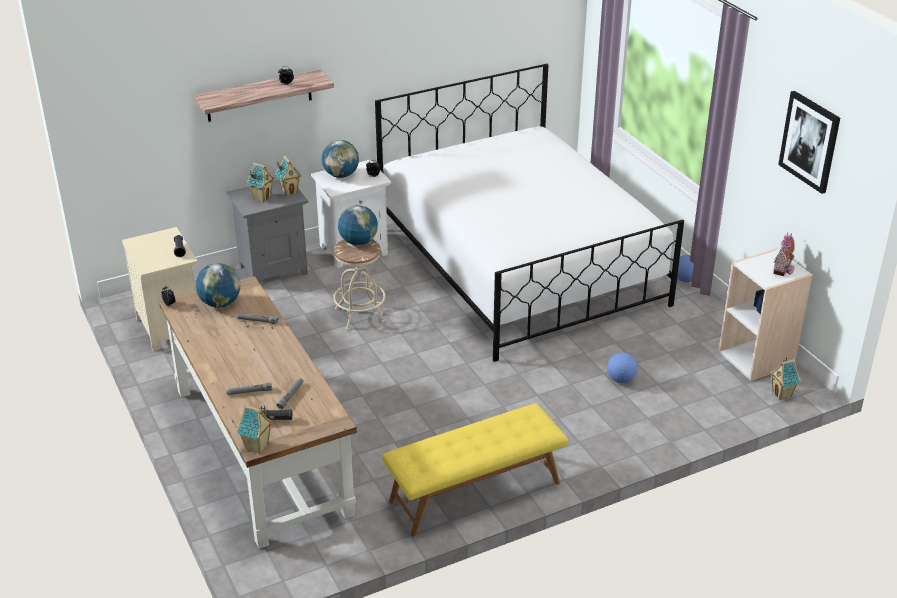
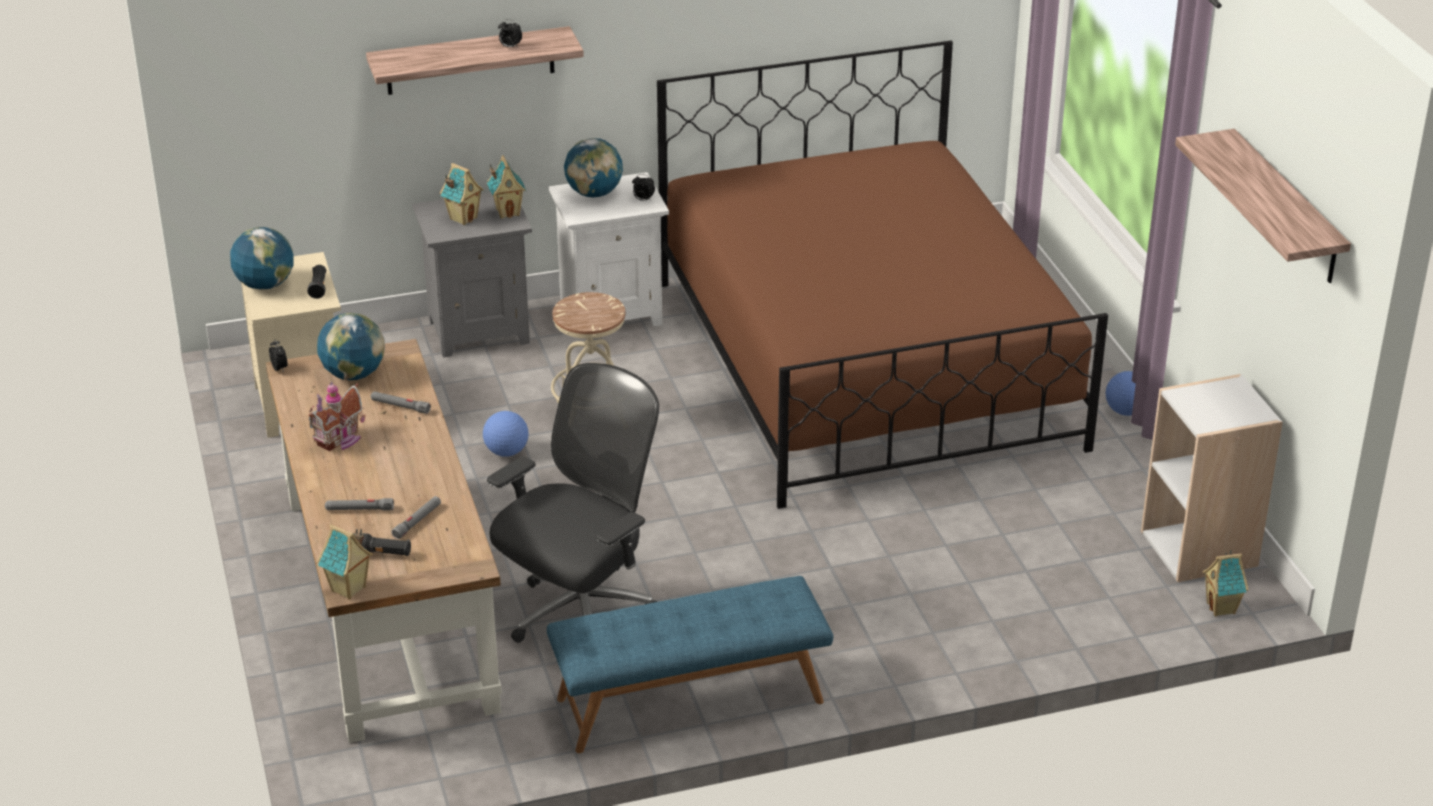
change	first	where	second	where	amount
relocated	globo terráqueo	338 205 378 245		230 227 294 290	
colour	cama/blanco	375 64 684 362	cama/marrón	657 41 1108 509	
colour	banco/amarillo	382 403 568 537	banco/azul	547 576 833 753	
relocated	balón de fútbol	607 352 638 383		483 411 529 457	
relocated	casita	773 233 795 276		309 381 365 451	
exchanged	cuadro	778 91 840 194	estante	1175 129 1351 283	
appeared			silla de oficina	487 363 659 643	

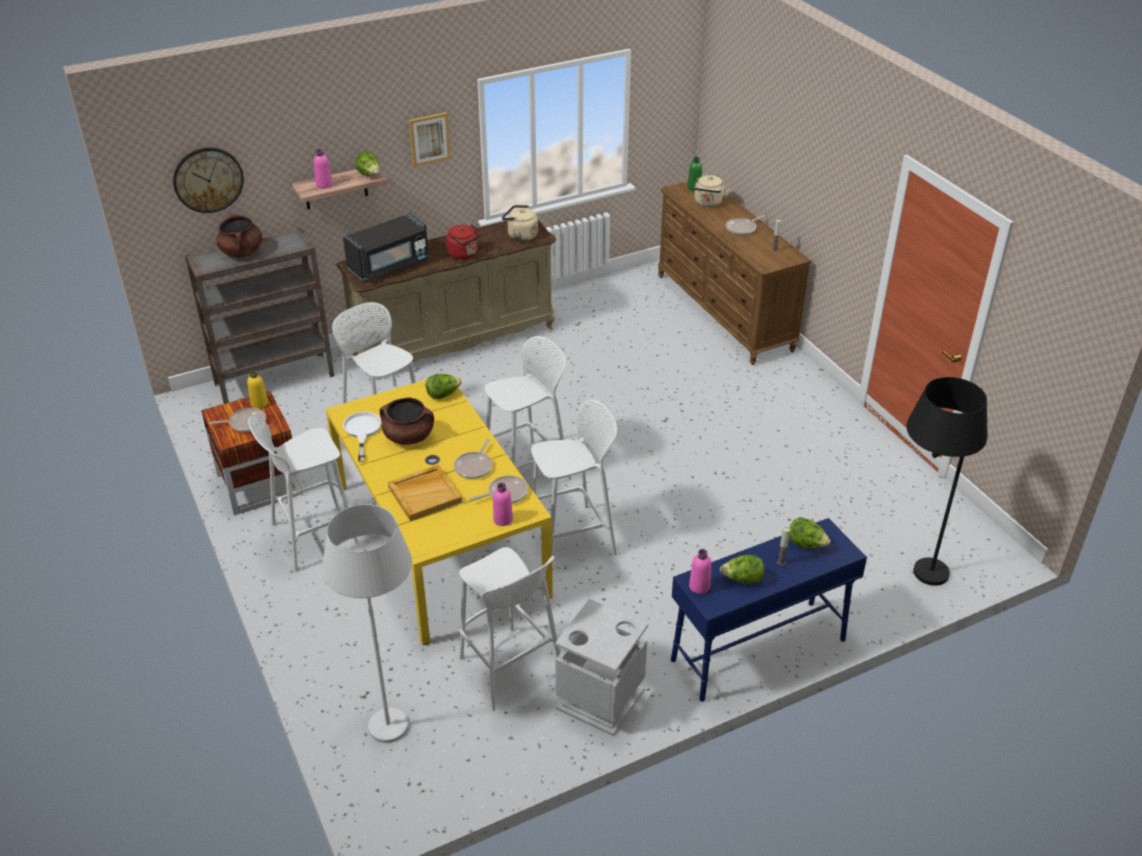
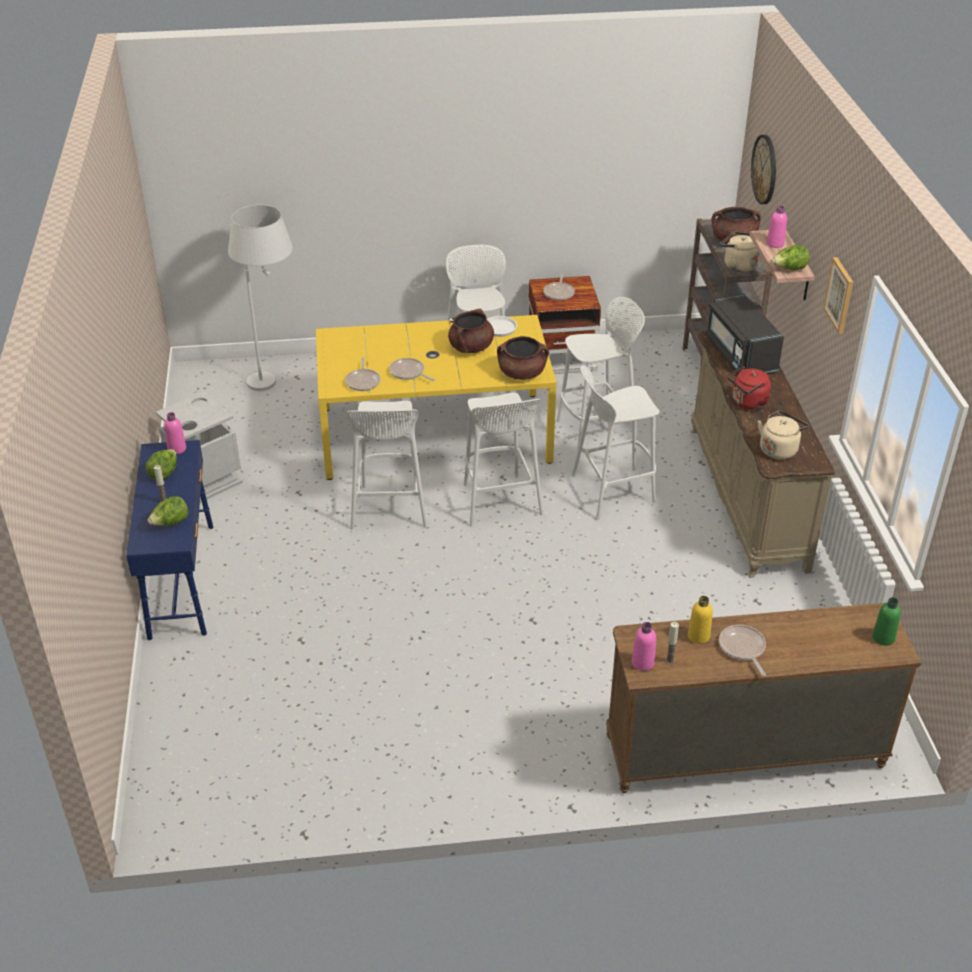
change	first	where	second	where	amount
relocated	botella/amarillo	247 370 268 409		688 596 713 644	
missing	bandeja/beis	388 464 462 521			
exchanged	lechuga	426 373 462 399	olla/marrón	497 336 549 380	
relocated	taburete/blanco	459 547 560 711		572 365 659 520	
relocated	botella/rosa	493 483 513 526		632 622 656 671	
relocated	hervidor/beis	693 175 731 207		720 232 759 272	
missing	lámpara de pie/negro	906 377 987 586			

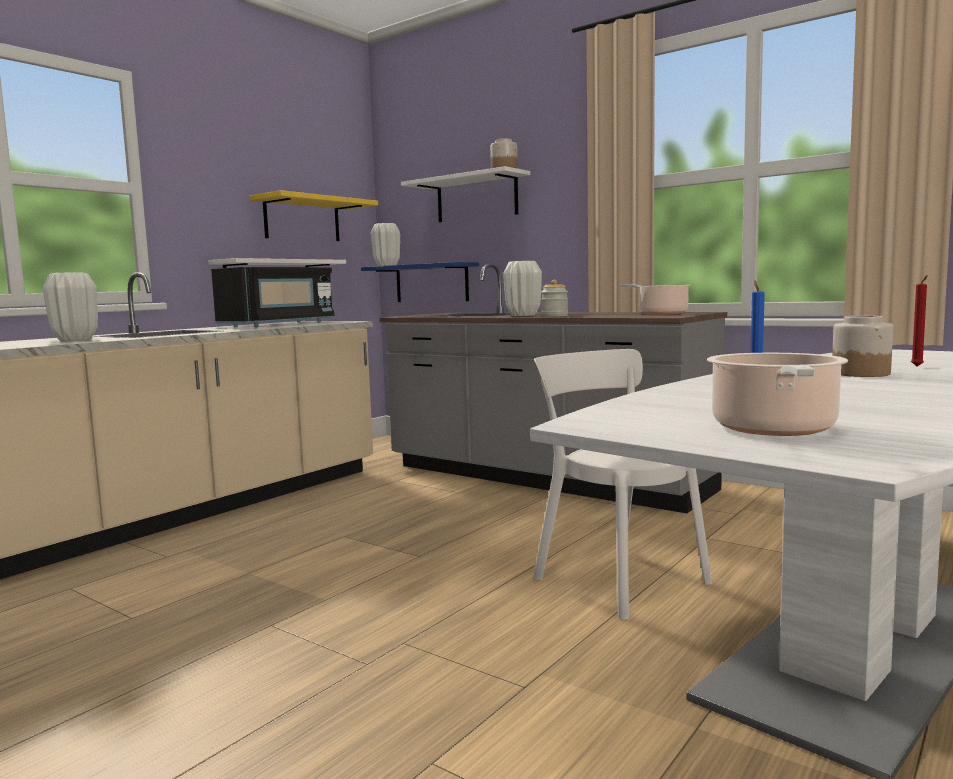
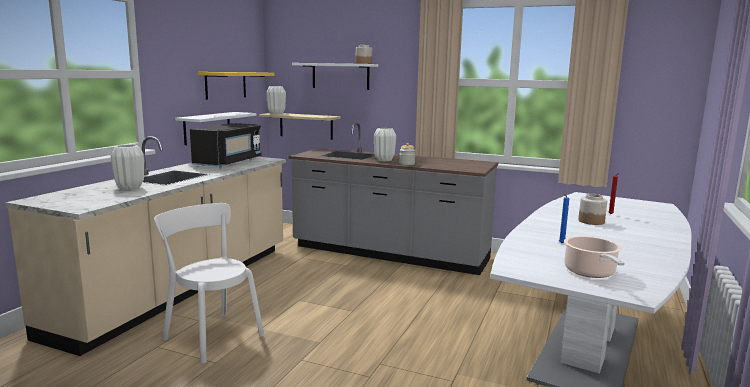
change	first	where	second	where	amount
colour	estante/azul	361 262 479 302	estante/beis	259 113 341 140	
relocated	silla/blanco	533 349 712 620		154 203 264 363	
missing	olla	619 284 691 315			

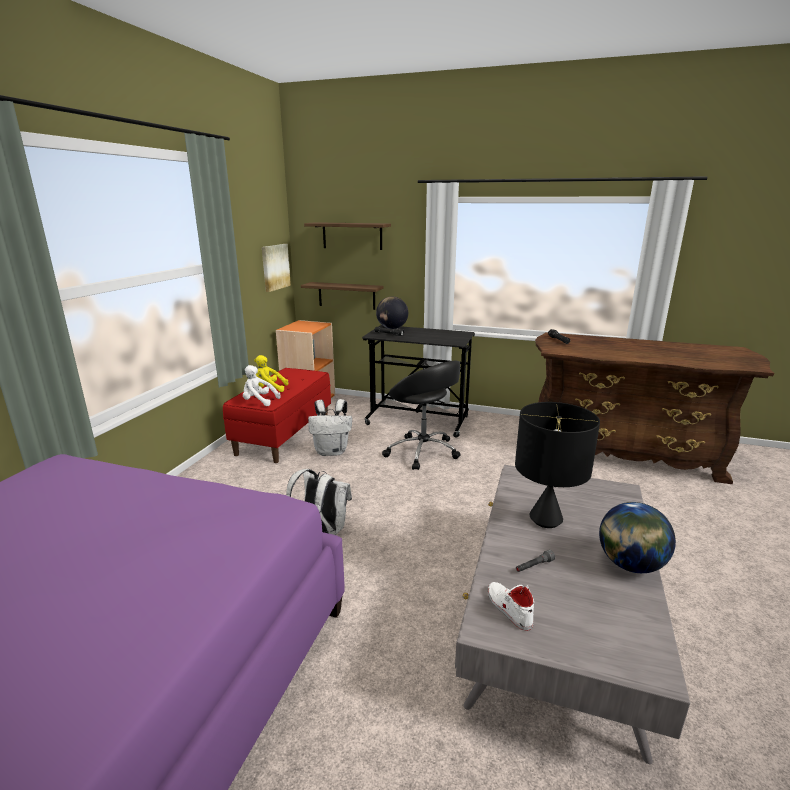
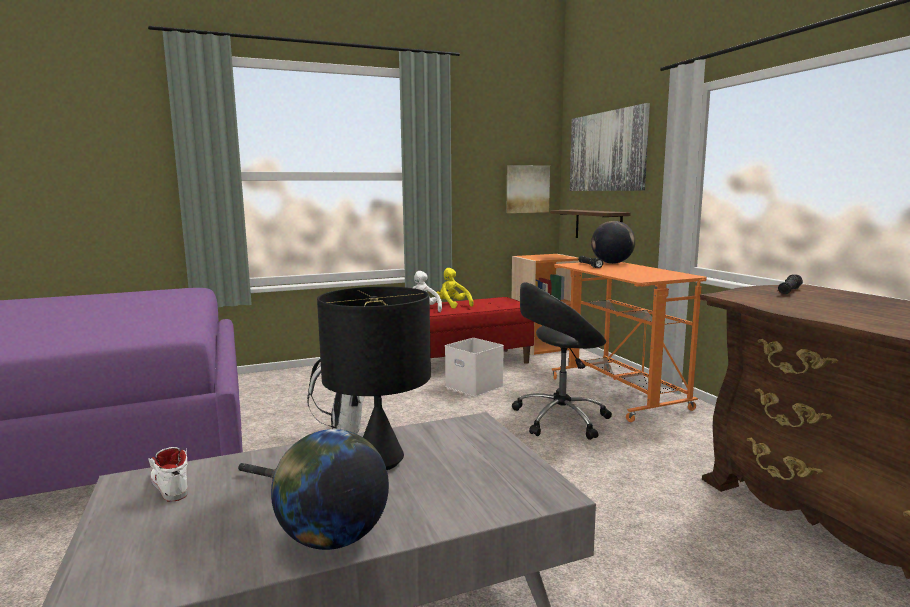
change	first	where	second	where	amount
exchanged	estante	304 222 391 250	cuadro	570 103 650 191	
exchanged	mochila/blanco	308 399 352 456	caja de almacenaje/blanco	445 338 504 397	
colour	escritorio/negro	362 325 475 438	escritorio/naranja	552 262 707 422	
spun	silla de oficina/negro	382 361 461 470		512 282 612 440	60 degrees clockwise
spun	zapato/blanco	488 582 534 631		148 447 188 501	60 degrees counterclockwise

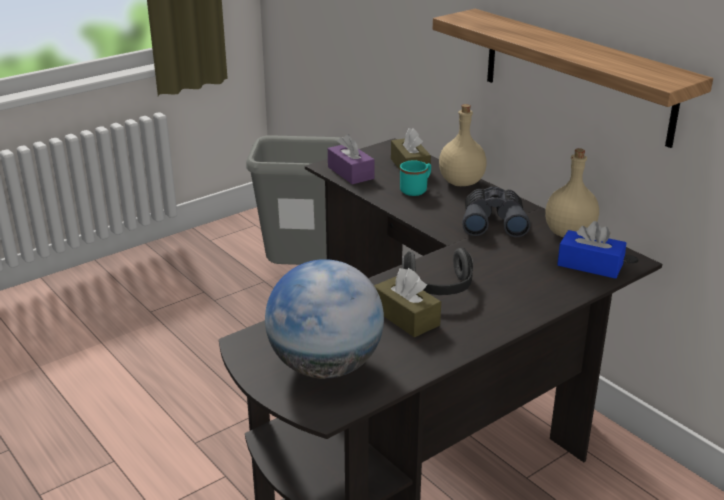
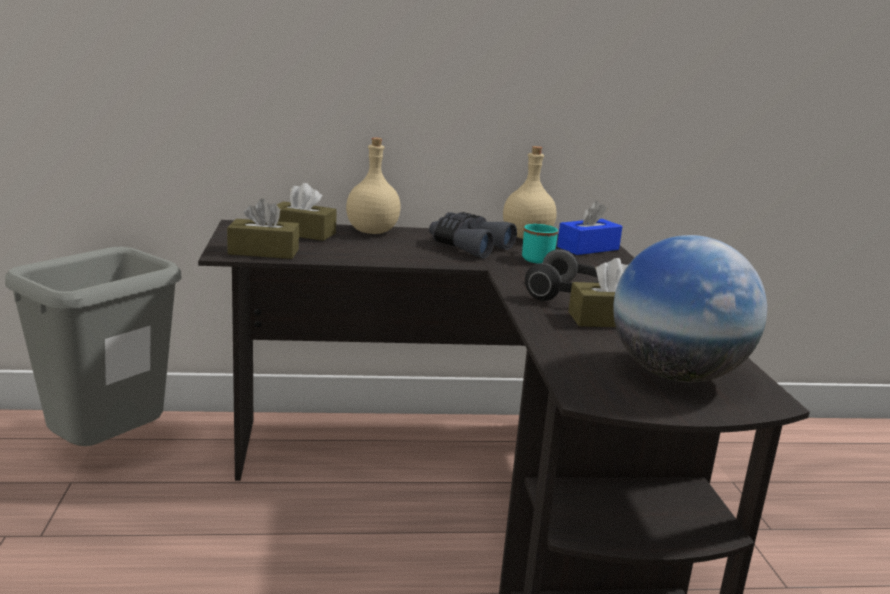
change	first	where	second	where	amount
colour	caja de pañuelos/morado	328 134 375 185	caja de pañuelos/marrón	227 198 299 259	
relocated	taza grande/turquesa	400 160 431 196		522 224 558 264	
missing	estante	433 9 713 148			

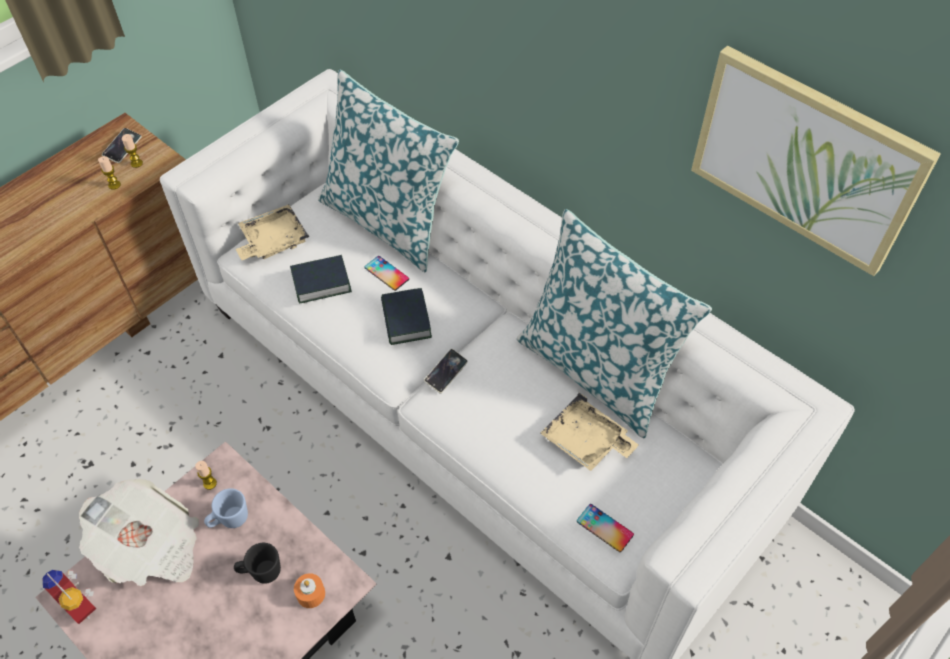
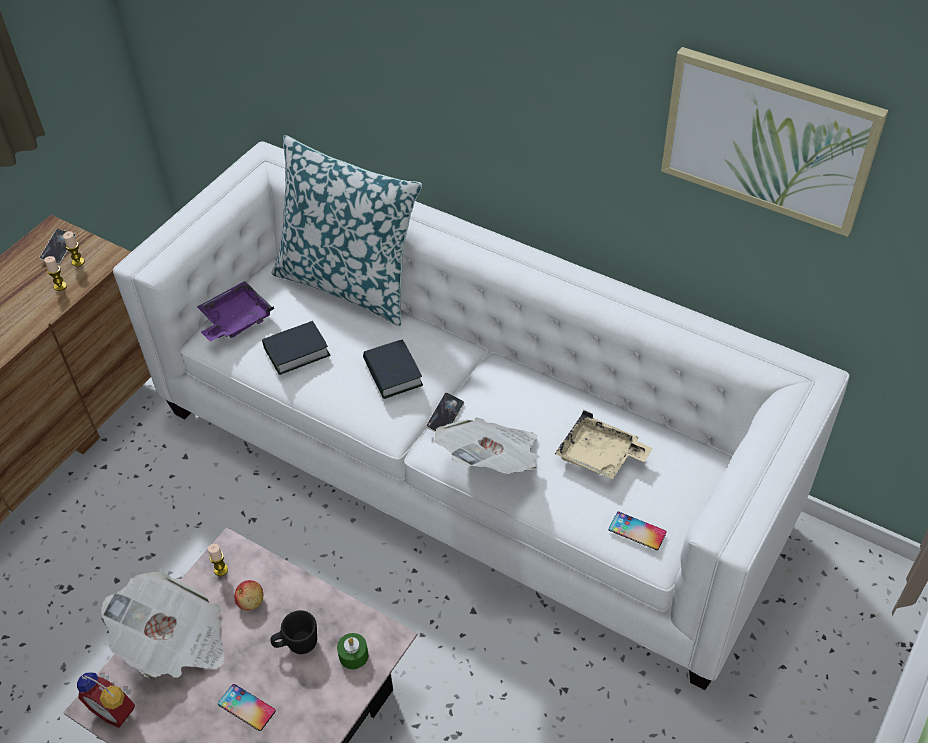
change	first	where	second	where	amount
exchanged	taza grande/azul	204 488 248 528	manzana	234 580 263 611	
colour	bandeja/beis	236 204 309 260	bandeja/morado	197 281 274 342	
colour	vela/naranja	294 573 325 608	vela/verde	337 633 368 669	
relocated	móvil	364 256 409 291		218 684 276 731	
missing	cojín	517 209 712 439			
appeared			periódico	434 418 539 474	

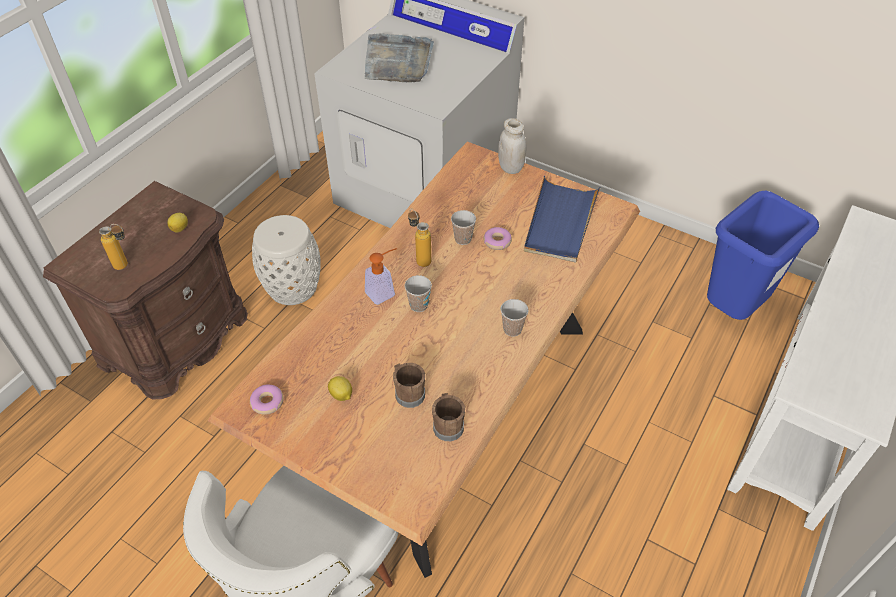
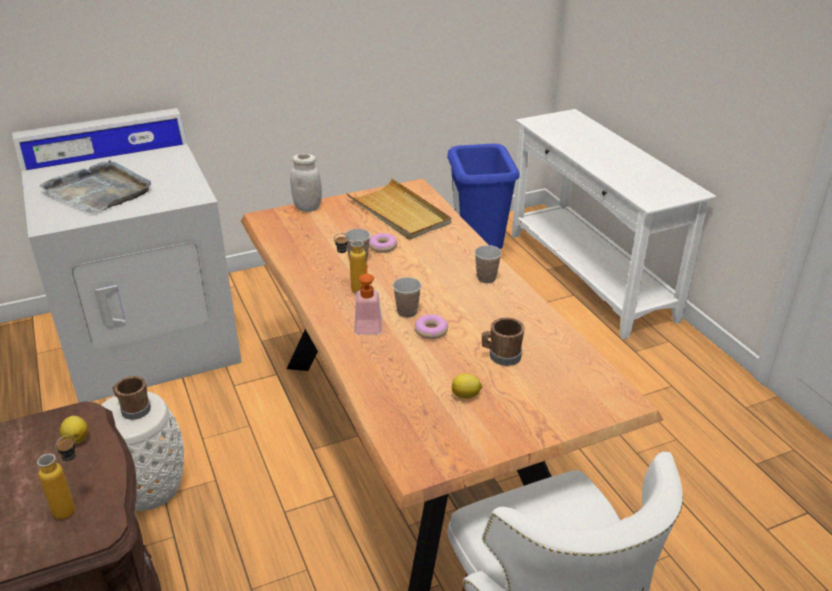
change	first	where	second	where	amount
relocated	rosquilla	250 384 284 415		415 315 448 339	
relocated	taza grande/marrón	432 393 465 441		112 376 151 420	
colour	bandeja/azul	524 176 601 263	bandeja/beis	346 178 451 240	

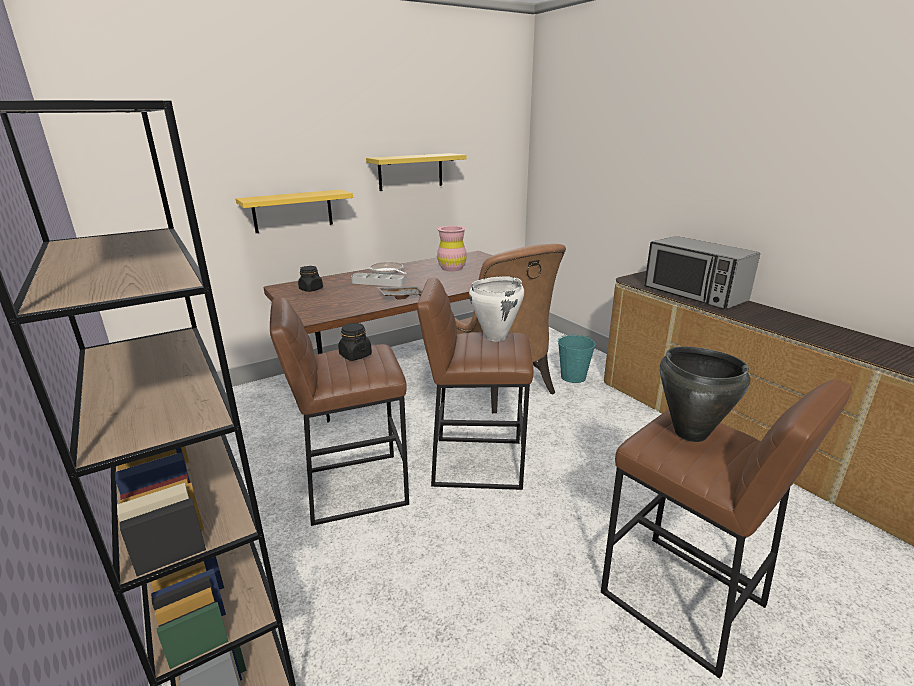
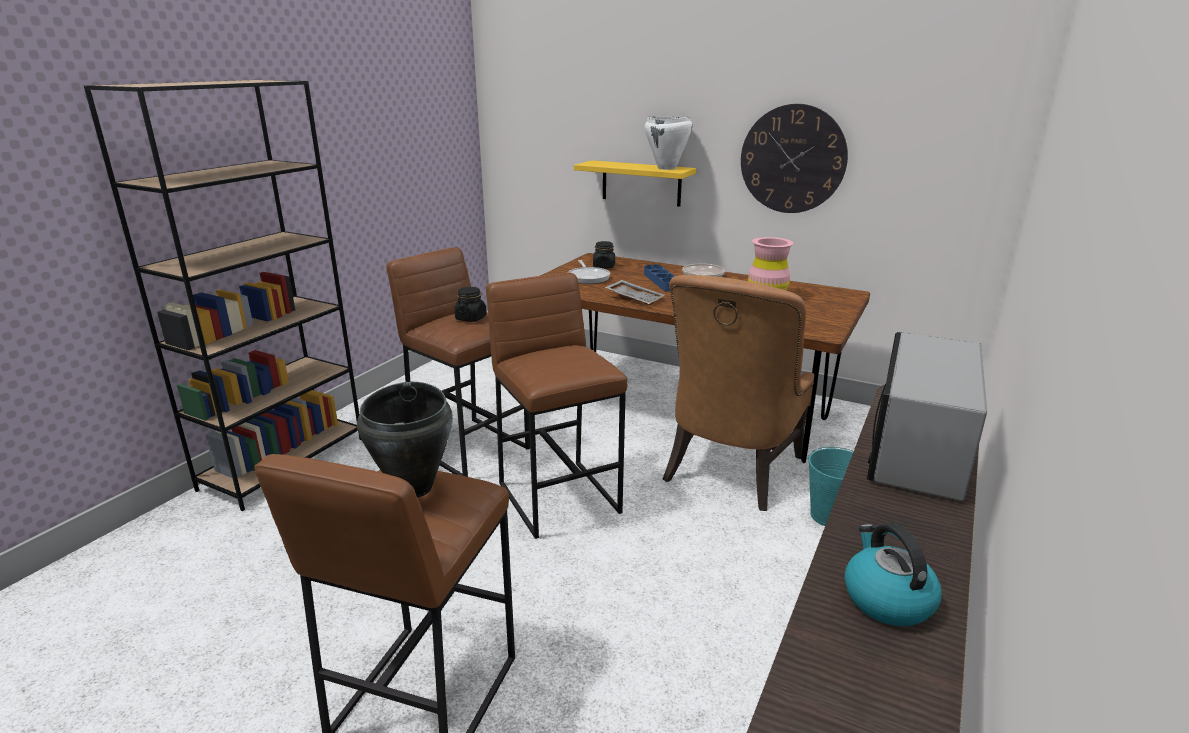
change	first	where	second	where	amount
colour	bandeja/gris	351 273 405 287	bandeja/azul	644 265 675 292	
exchanged	estante/amarillo	366 153 467 191	reloj de pared	741 104 848 213	
relocated	olla/blanco	469 276 524 341		645 116 692 170	
appeared			sartén	568 260 610 284	
appeared			hervidor	844 523 942 626	

